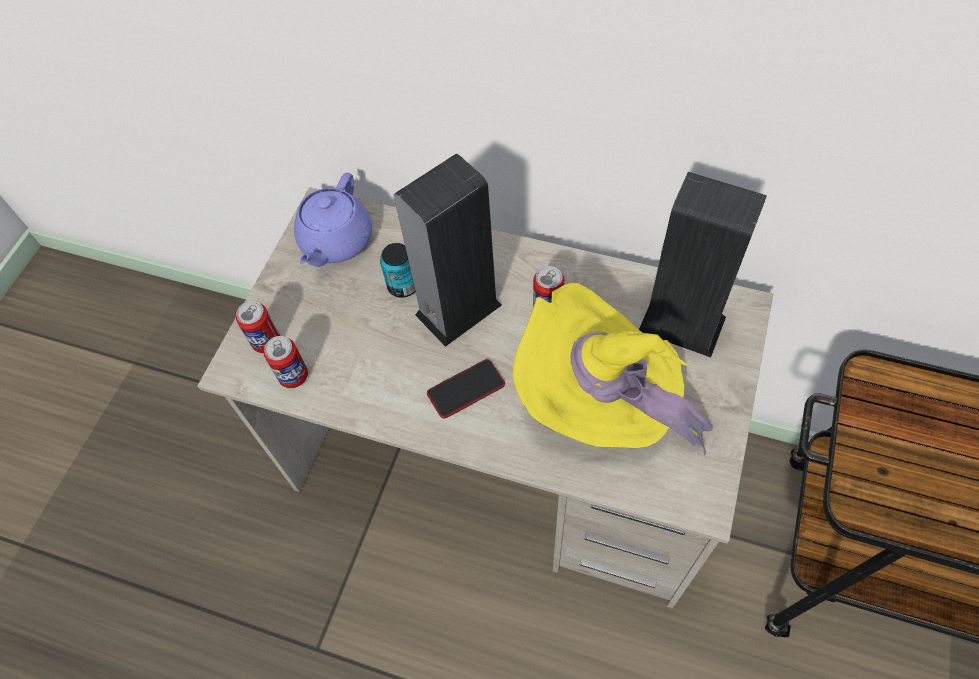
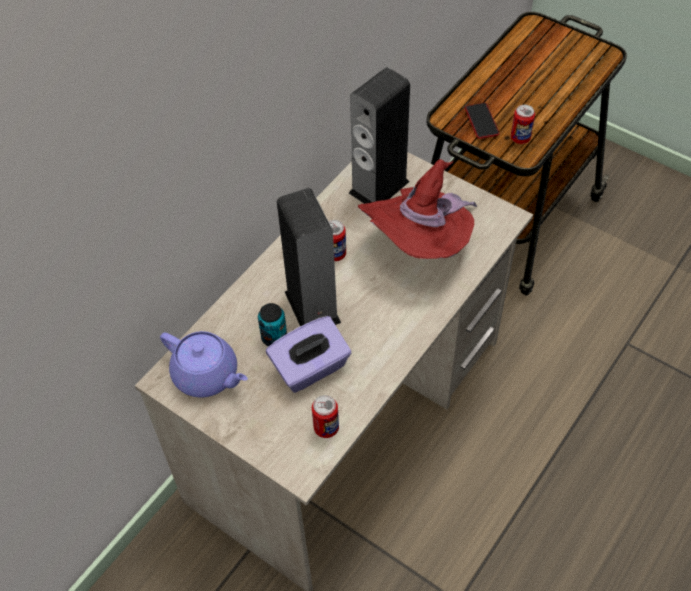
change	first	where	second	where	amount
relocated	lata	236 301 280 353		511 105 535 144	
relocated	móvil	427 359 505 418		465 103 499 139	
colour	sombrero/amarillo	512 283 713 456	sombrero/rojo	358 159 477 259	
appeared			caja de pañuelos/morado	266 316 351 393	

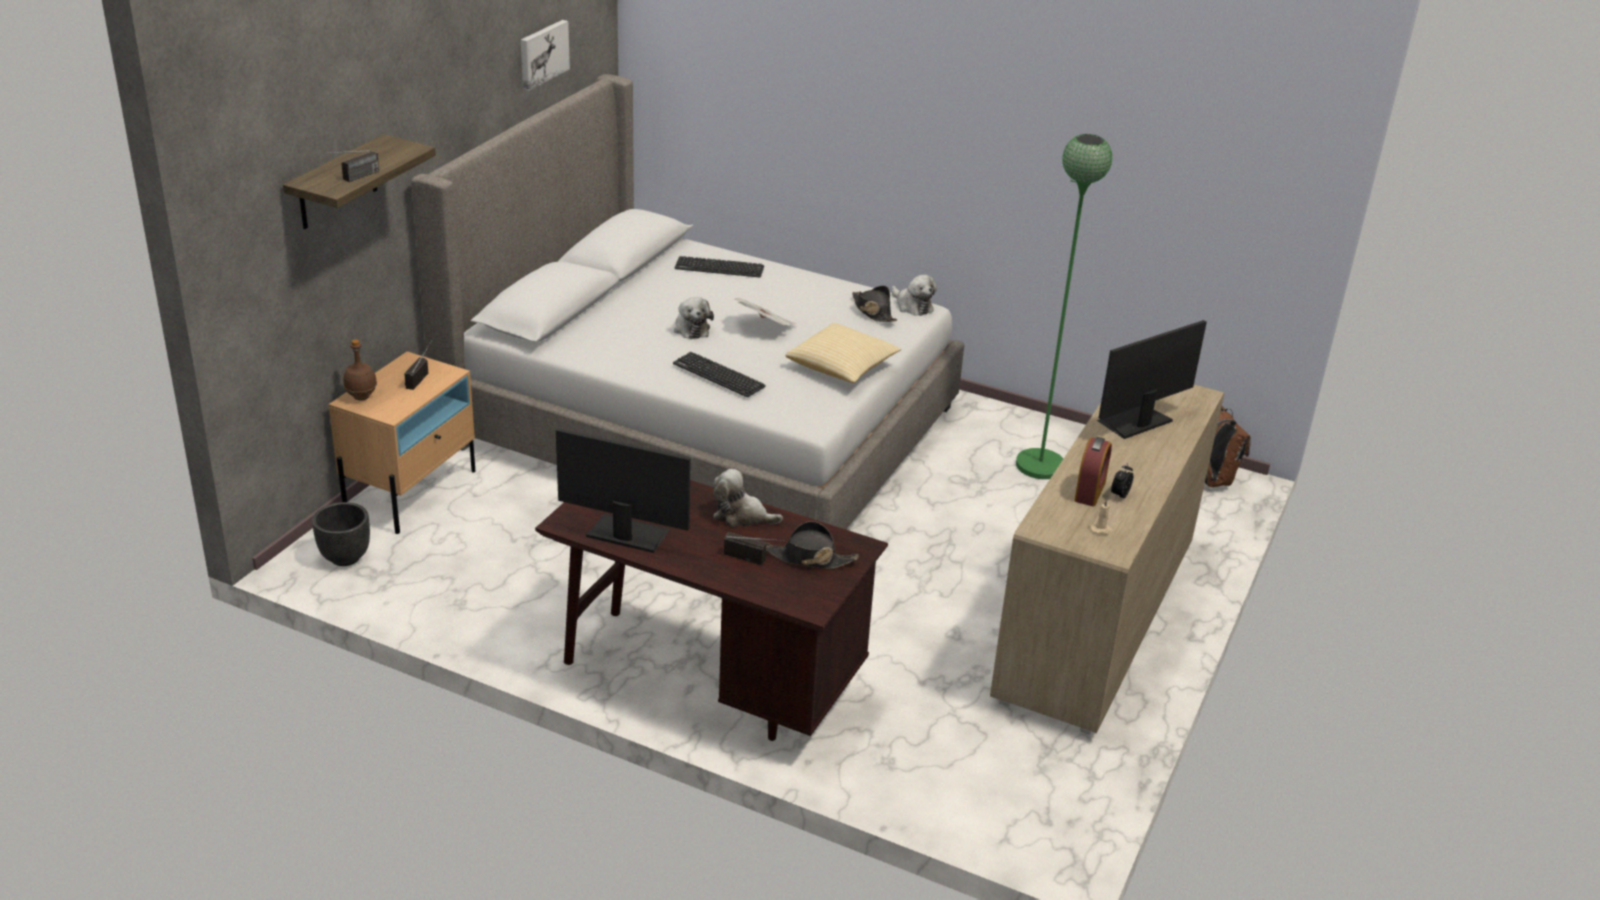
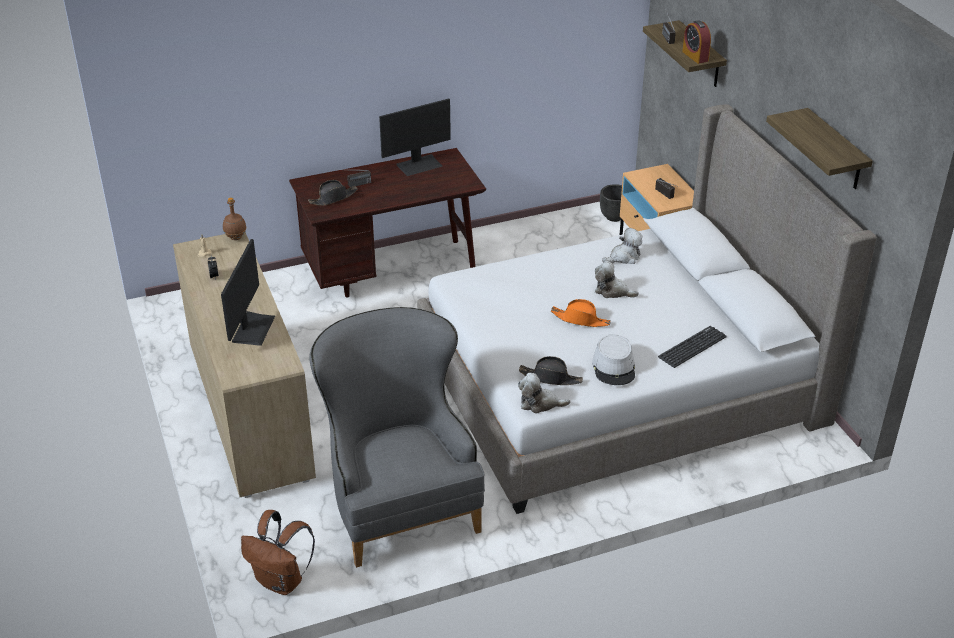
change	first	where	second	where	amount
relocated	botella/marrón	343 340 377 401		223 197 246 240	
exchanged	cuadro	521 20 570 91	estante	766 108 873 189	
missing	teclado	673 352 766 397			
relocated	peluche	712 469 783 527		602 228 643 264	
exchanged	periódico	734 298 796 326	sombrero/naranja	551 299 611 327	
missing	cojín	785 323 901 383			
exchanged	lámpara de pie/verde	1016 134 1112 479	sillón/gris	309 307 485 568	
relocated	despertador	1074 437 1112 507		682 20 711 64	
appeared			sombrero/gris	592 334 635 385	

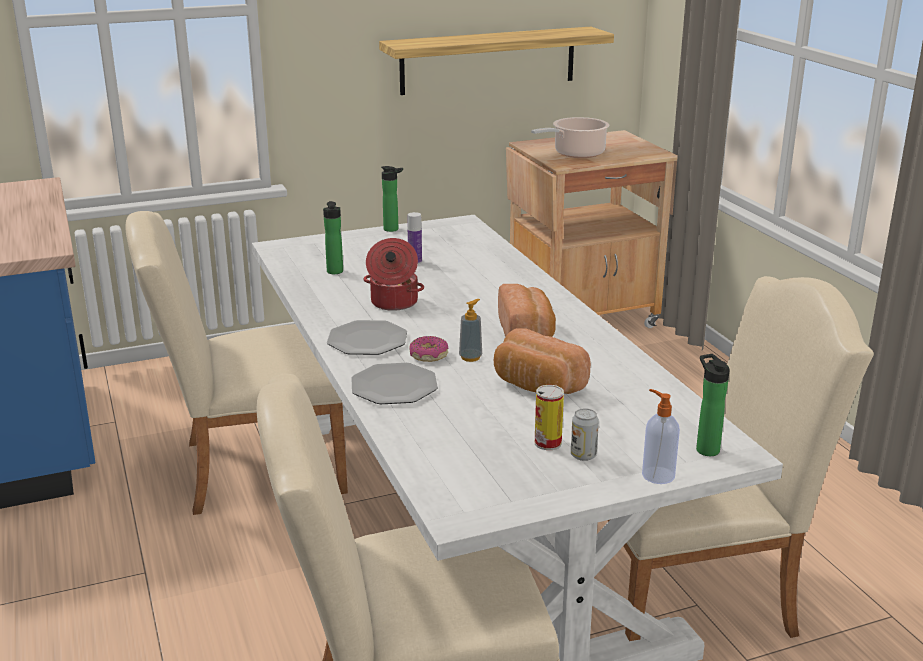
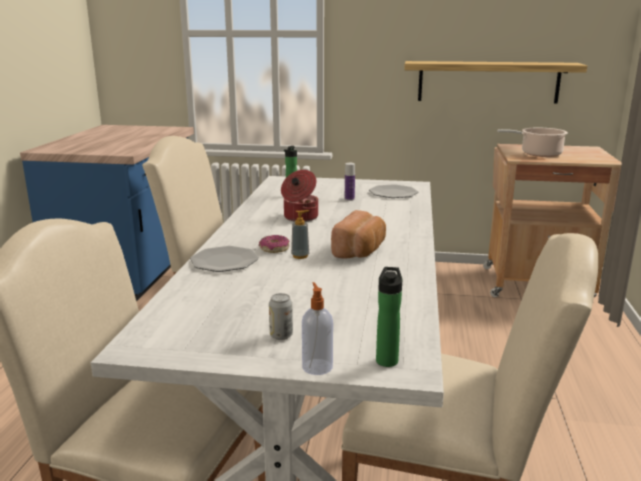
change	first	where	second	where	amount
relocated	plato	327 320 407 355		369 184 418 198	
missing	botella	381 166 403 232			
missing	pan	494 328 591 394			
missing	lata	535 385 564 450			

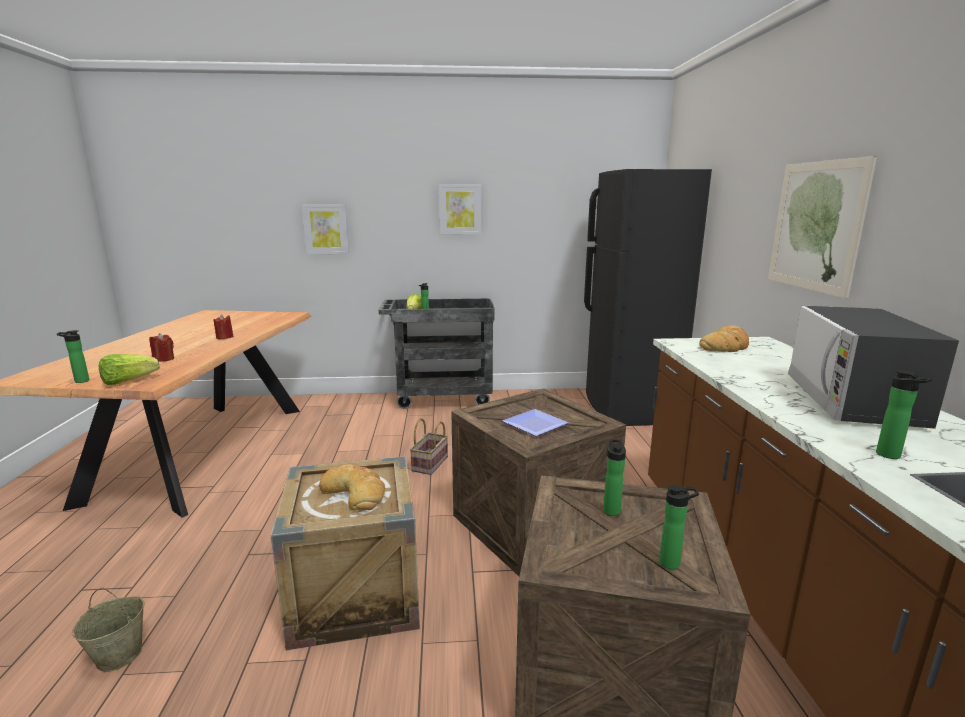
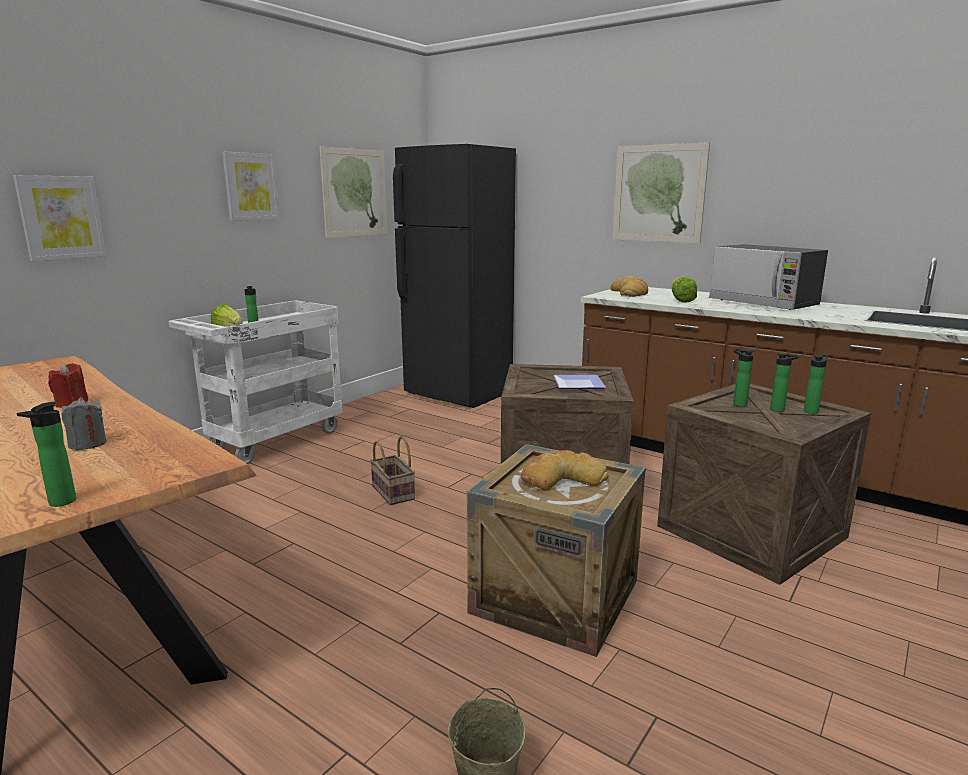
change	first	where	second	where	amount
relocated	lechuga	99 354 159 385		672 276 697 303	
colour	vela/rojo	149 333 174 362	vela/gris	61 397 107 450	
colour	carrito/negro	379 298 495 409	carrito/blanco	169 301 342 464	
relocated	botella	876 370 933 459		770 353 799 412	
appeared			cuadro	319 146 388 238	

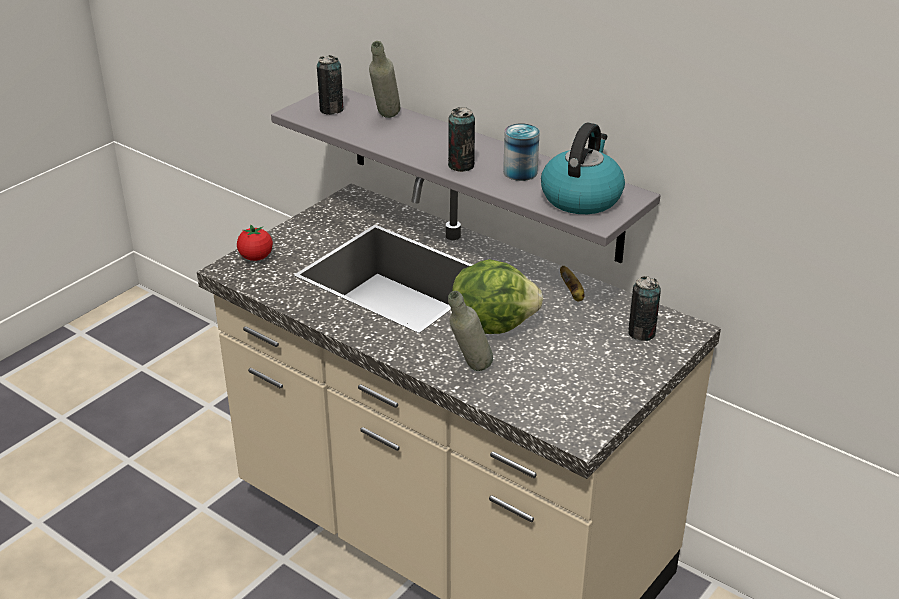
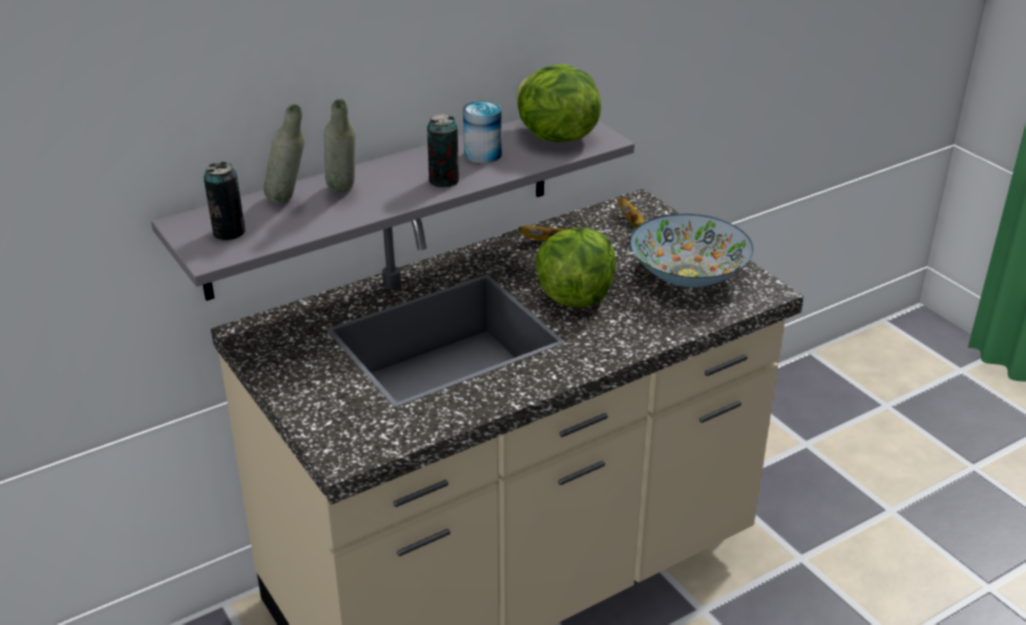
change	first	where	second	where	amount
missing	tomate	237 224 273 261			
relocated	botella/gris	448 291 493 371		324 99 356 192	
exchanged	hervidor	541 123 625 214	lechuga	517 64 601 142	
exchanged	lata	628 276 661 341	plátano	619 198 645 229	
appeared			cuenco	630 214 753 287	

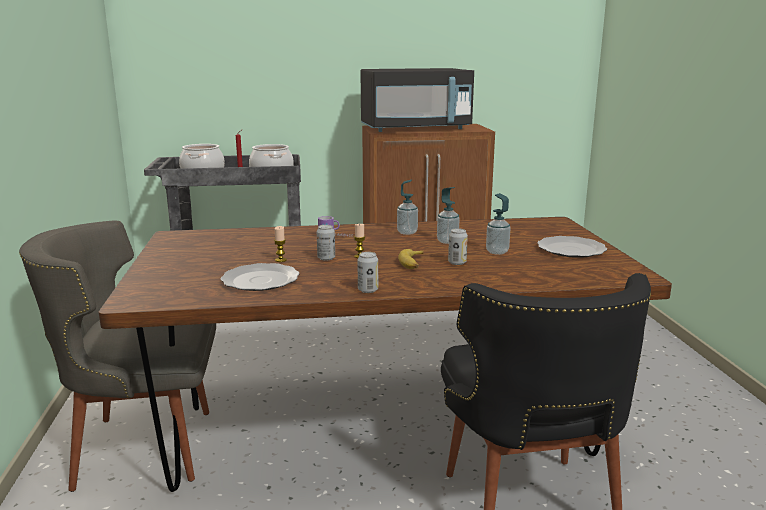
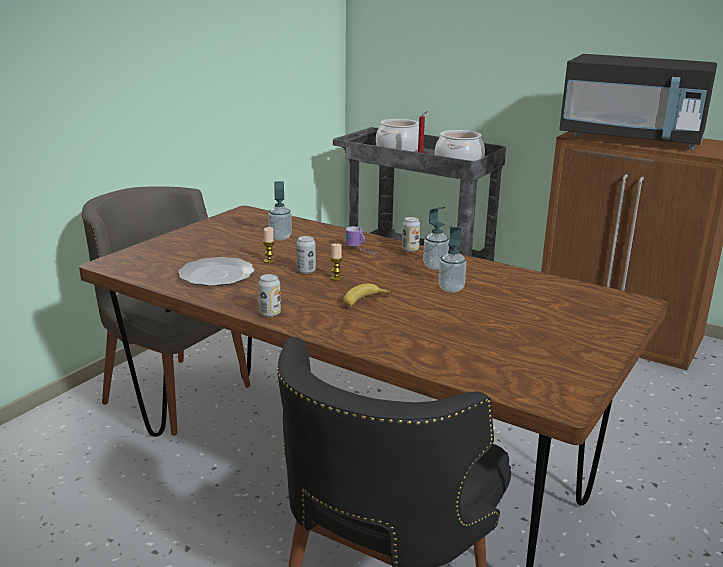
change	first	where	second	where	amount
relocated	lata	448 228 468 265		402 217 420 252	
relocated	dispensador de jabón	486 193 511 255		268 181 292 240	
missing	plato	537 236 607 258			

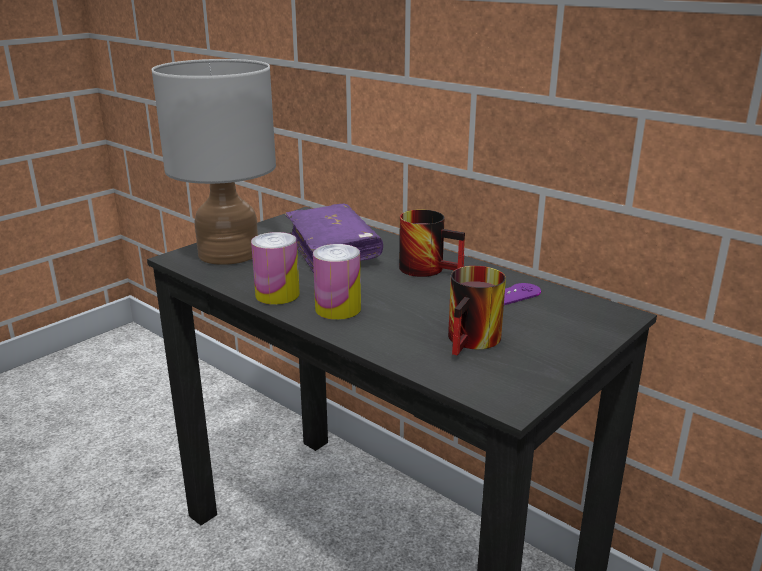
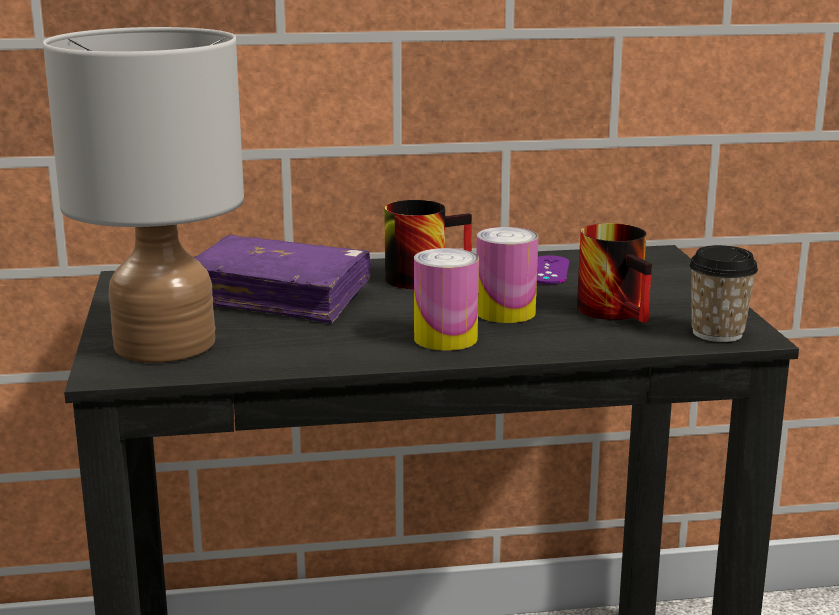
change	first	where	second	where	amount
relocated	lata	251 232 300 305		476 227 538 323	
appeared			taza	689 245 758 342	

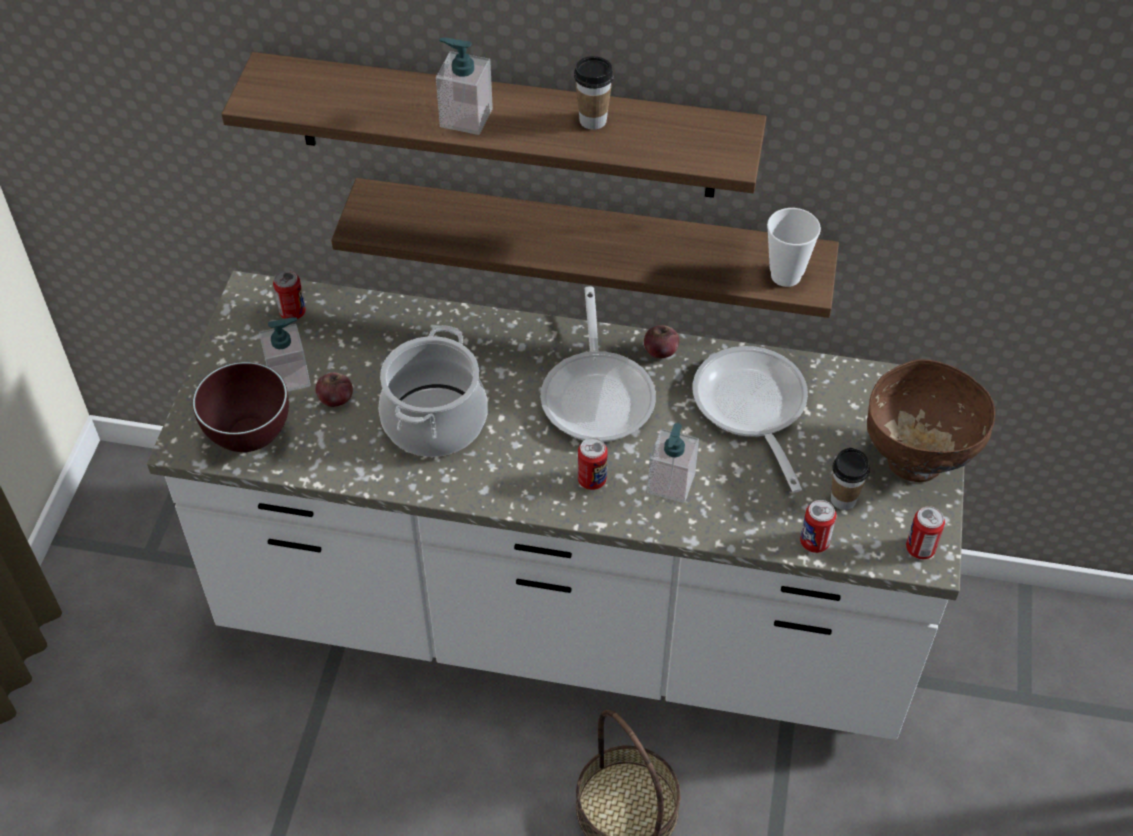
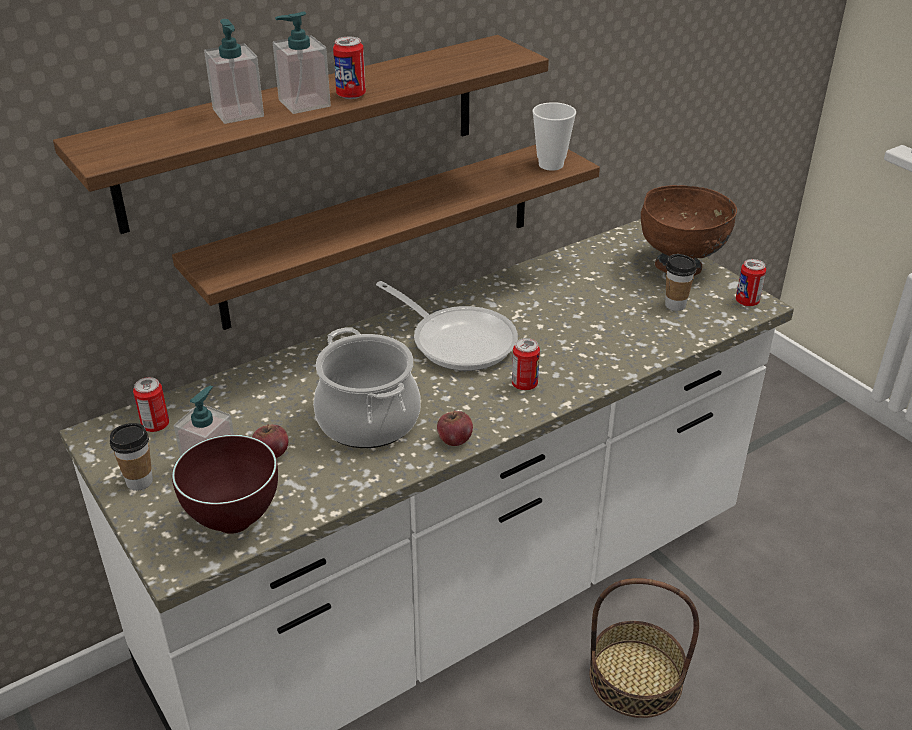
change	first	where	second	where	amount
relocated	taza	574 56 614 130		110 423 153 491	
relocated	manzana	644 325 679 359		437 410 473 446	
relocated	dispensador de jabón	647 423 699 503		204 19 264 124	
missing	sartén	693 346 808 492			
relocated	lata	800 500 836 553		333 37 366 99	

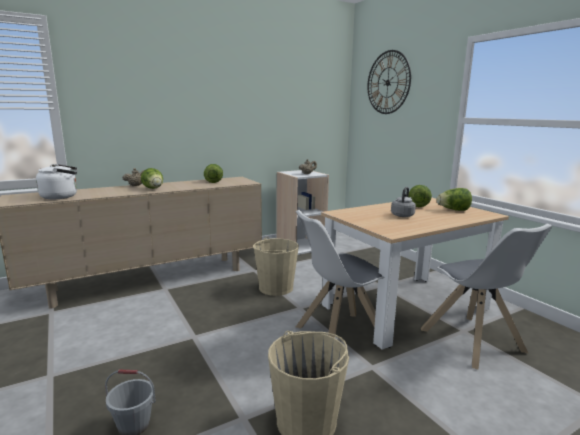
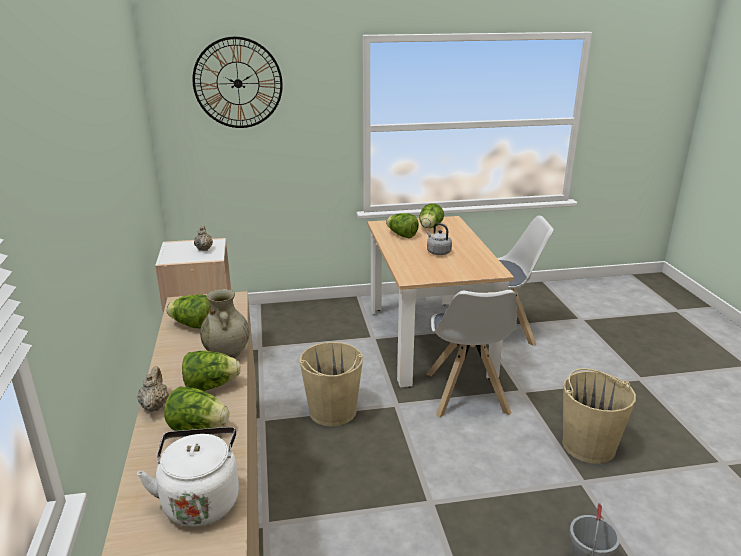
change	first	where	second	where	amount
appeared			lechuga	164 386 229 431	
appeared			florero/beis	200 289 250 358	

